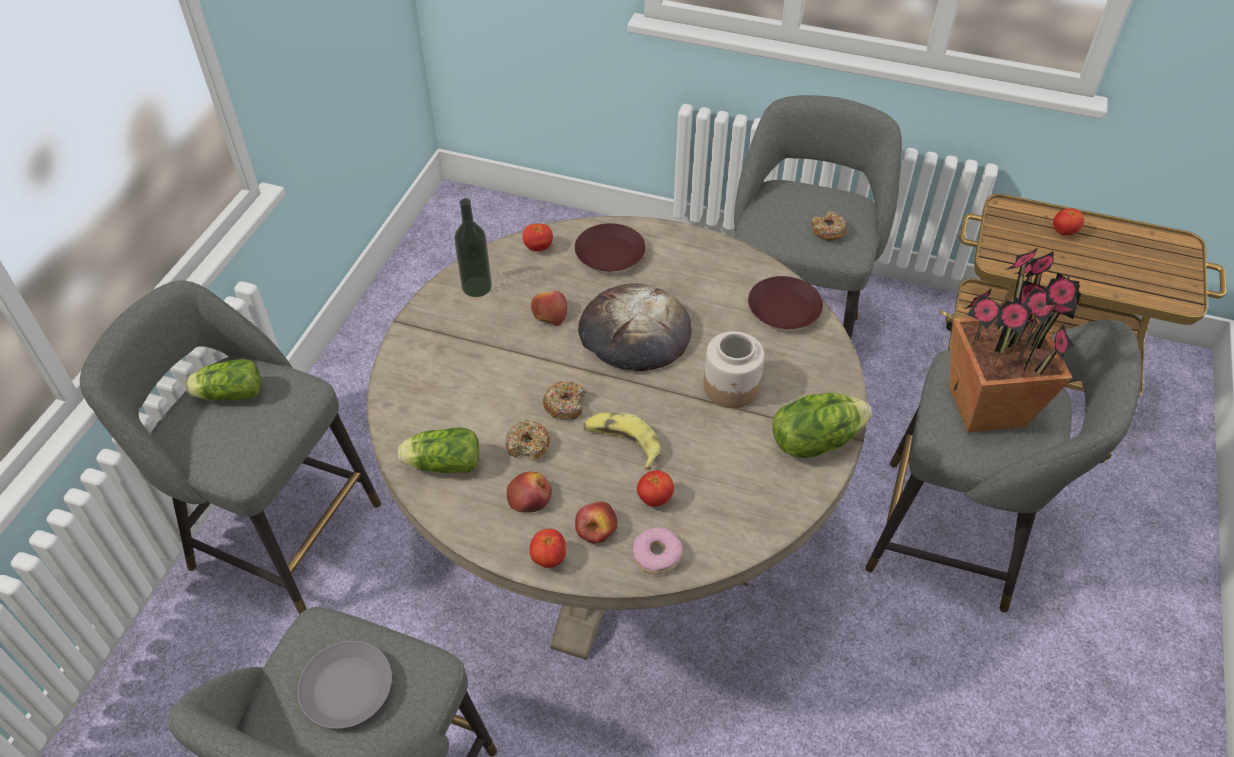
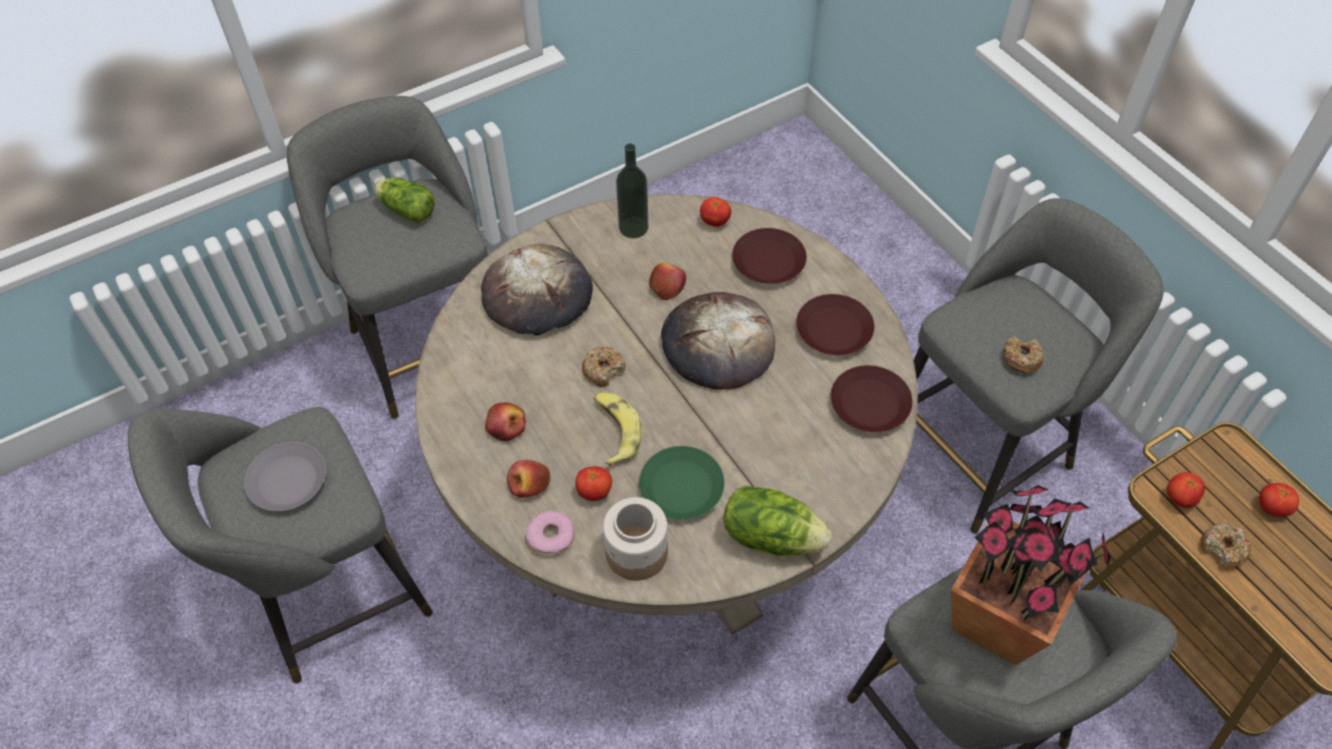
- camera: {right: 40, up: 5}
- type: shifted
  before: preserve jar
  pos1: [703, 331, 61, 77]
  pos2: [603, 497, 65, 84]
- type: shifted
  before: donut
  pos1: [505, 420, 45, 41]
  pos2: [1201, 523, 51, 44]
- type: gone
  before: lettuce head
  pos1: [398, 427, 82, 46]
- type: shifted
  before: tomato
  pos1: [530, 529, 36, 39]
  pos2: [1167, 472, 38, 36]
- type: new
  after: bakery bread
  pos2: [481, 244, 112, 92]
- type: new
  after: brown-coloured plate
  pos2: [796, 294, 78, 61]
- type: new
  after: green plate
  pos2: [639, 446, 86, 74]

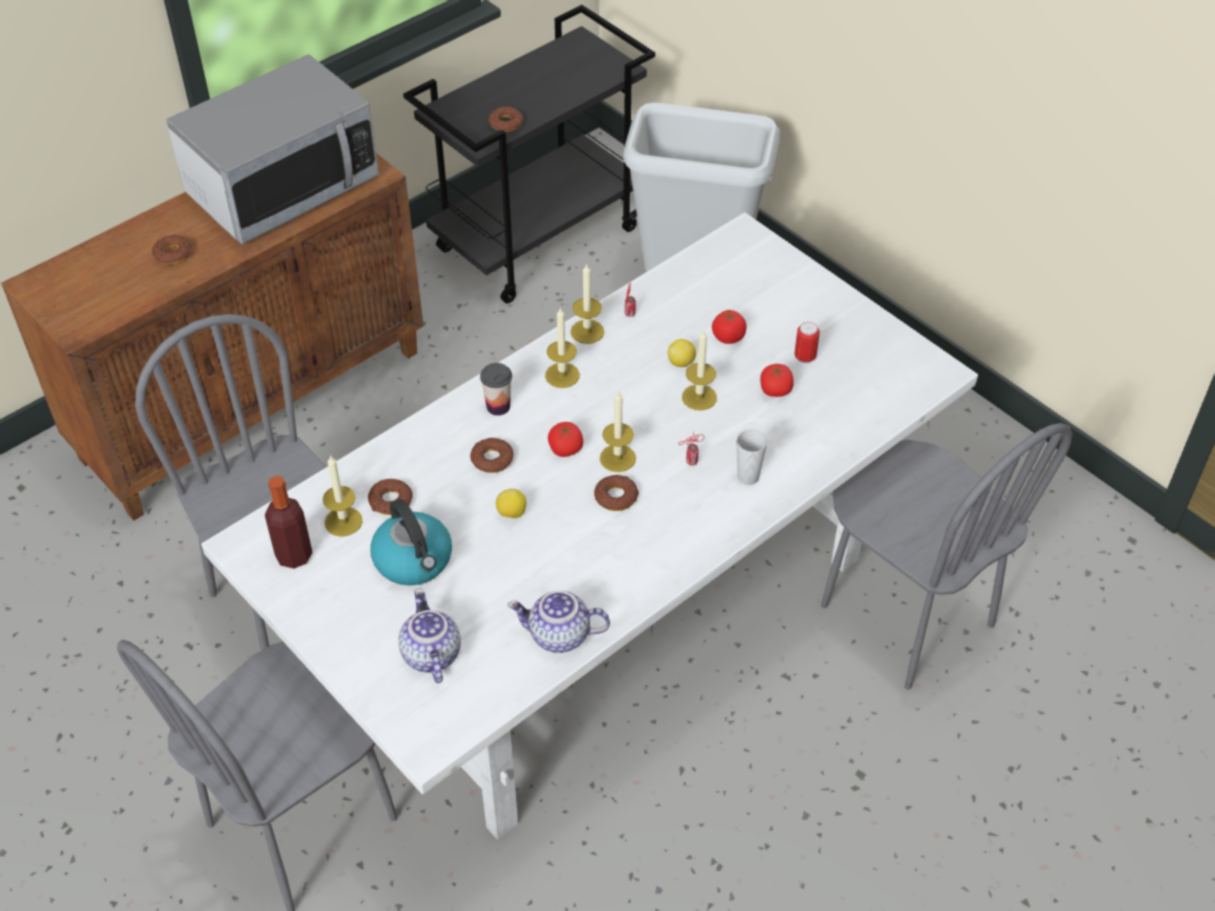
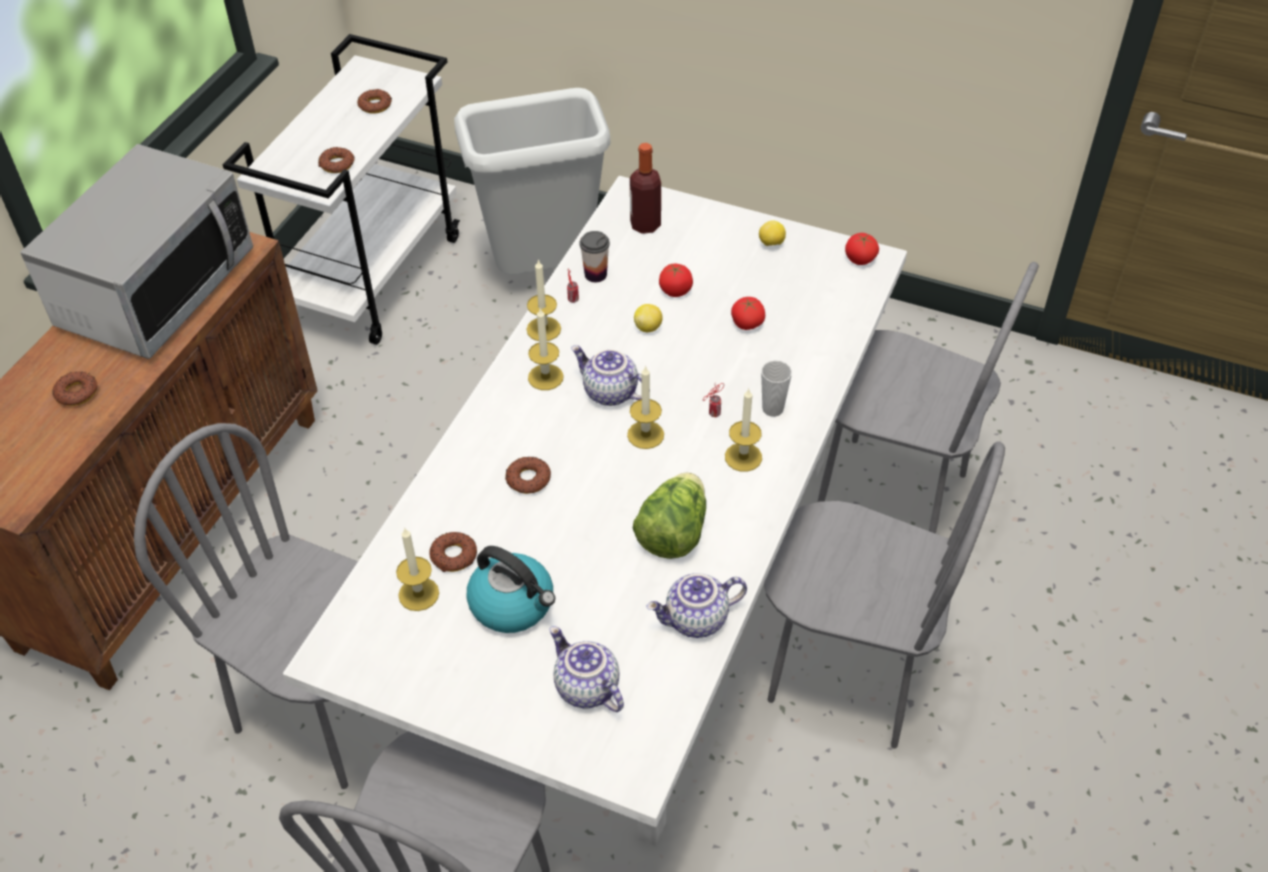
- camera: {right: -25, up: 0}
- type: repainted
  before: black-coloured trolley
  after: white-coloured trolley
  pos1: [403, 5, 252, 299]
  pos2: [223, 34, 237, 311]
- type: gone
  before: sealed can
  pos1: [795, 322, 25, 42]
- type: shifted
  before: candle
  pos1: [682, 329, 35, 81]
  pos2: [725, 388, 37, 84]
- type: shifted
  before: small cup
  pos1: [480, 363, 32, 53]
  pos2: [580, 231, 30, 51]
- type: shifted
  before: tomato
  pos1: [548, 422, 35, 35]
  pos2: [845, 233, 34, 32]
- type: shifted
  before: donut
  pos1: [594, 475, 45, 36]
  pos2: [357, 89, 35, 25]
- type: shifted
  before: beverage bottle
  pos1: [265, 476, 47, 93]
  pos2: [630, 143, 31, 91]
- type: shifted
  before: whole lemon
  pos1: [496, 489, 30, 29]
  pos2: [759, 220, 27, 26]
- type: new
  after: teapot
  pos2: [571, 345, 71, 61]
- type: new
  after: grey plain chair
  pos2: [764, 441, 241, 307]
- type: new
  after: lettuce head
  pos2: [633, 473, 73, 86]

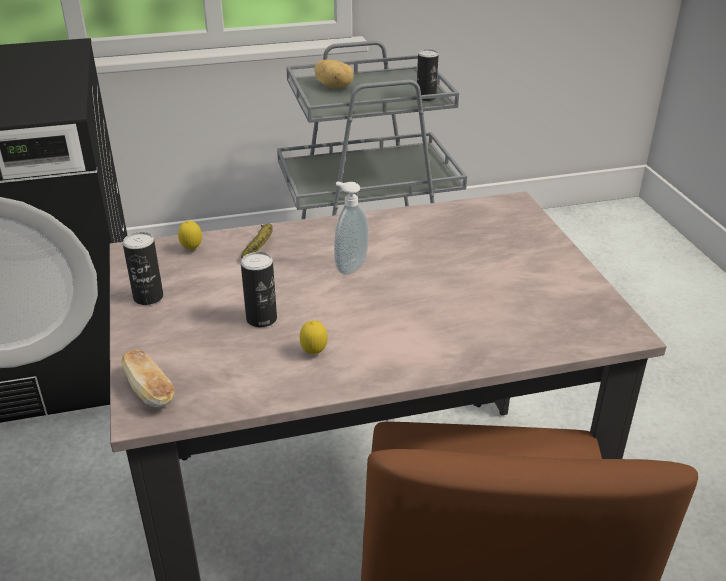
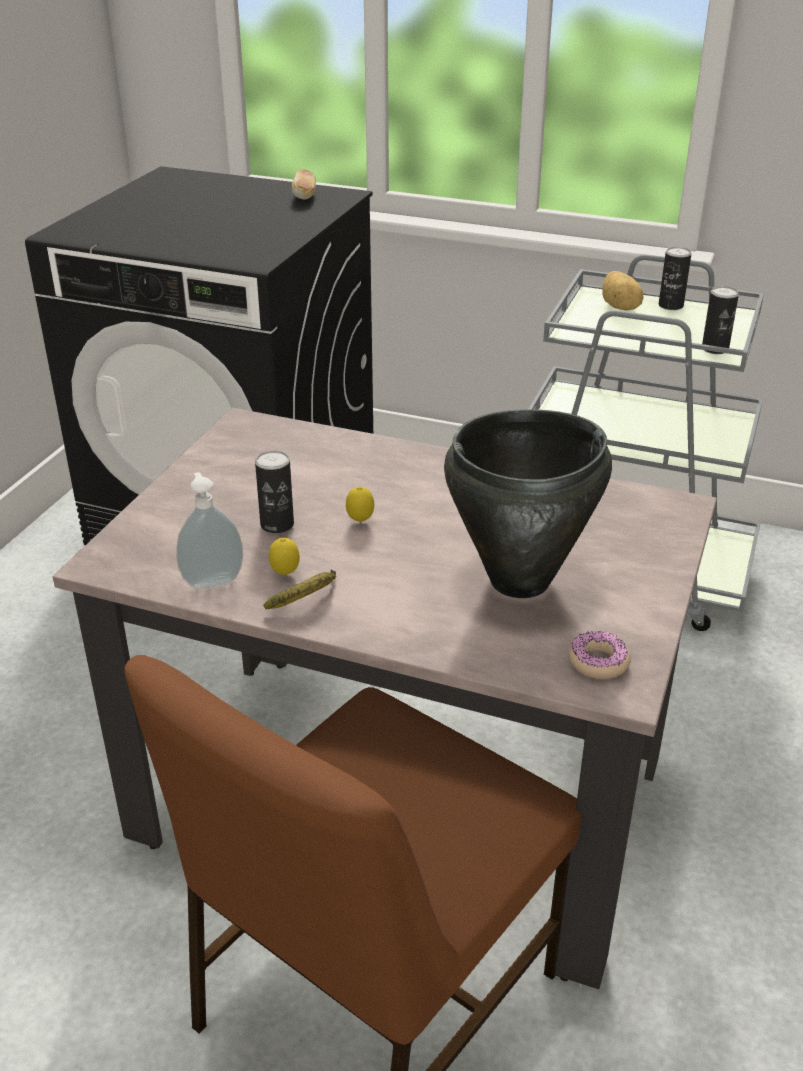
- camera: {right: 35, up: 0}
- type: shifted
  before: soap dispenser
  pos1: [334, 182, 35, 93]
  pos2: [177, 472, 66, 117]
- type: shifted
  before: whole lemon
  pos1: [178, 220, 24, 30]
  pos2: [346, 486, 28, 36]
- type: shifted
  before: banana fruit
  pos1: [241, 224, 32, 34]
  pos2: [263, 570, 73, 39]
- type: shifted
  before: sealed can
  pos1: [123, 232, 40, 73]
  pos2: [659, 247, 32, 63]
- type: shifted
  before: bakery bread
  pos1: [121, 350, 54, 58]
  pos2: [292, 169, 24, 30]
- type: new
  after: black-coloured stockpot
  pos2: [444, 409, 168, 189]
- type: new
  after: donut
  pos2: [569, 631, 62, 48]

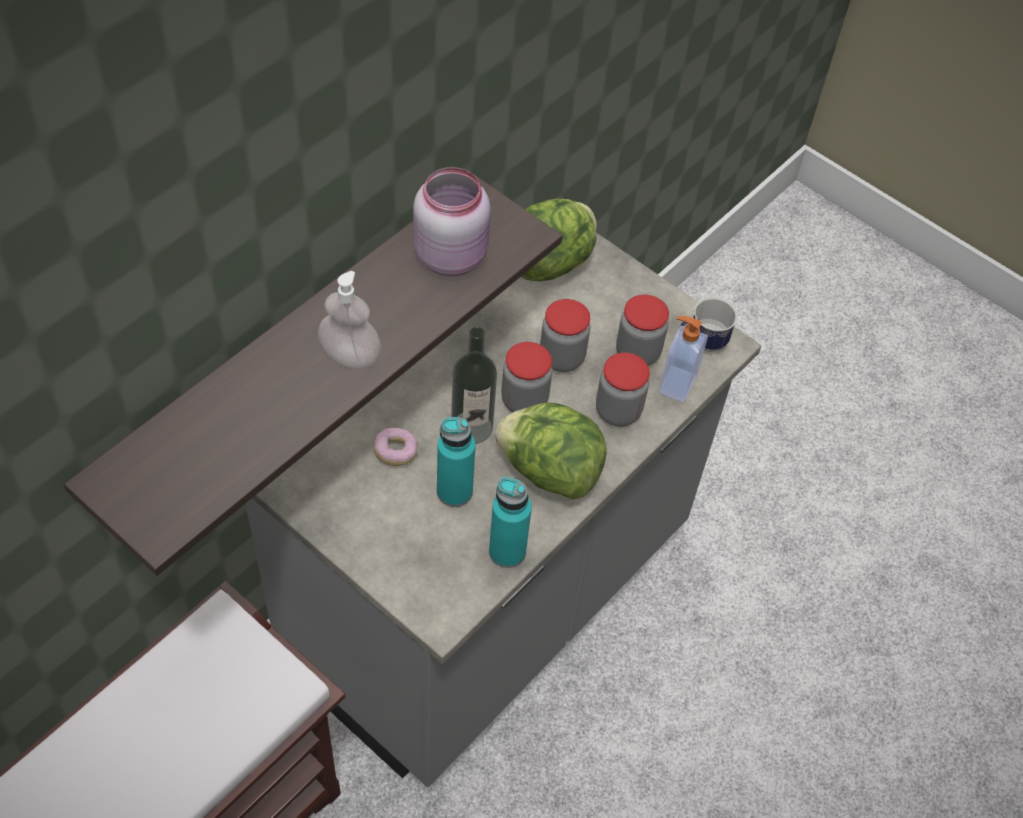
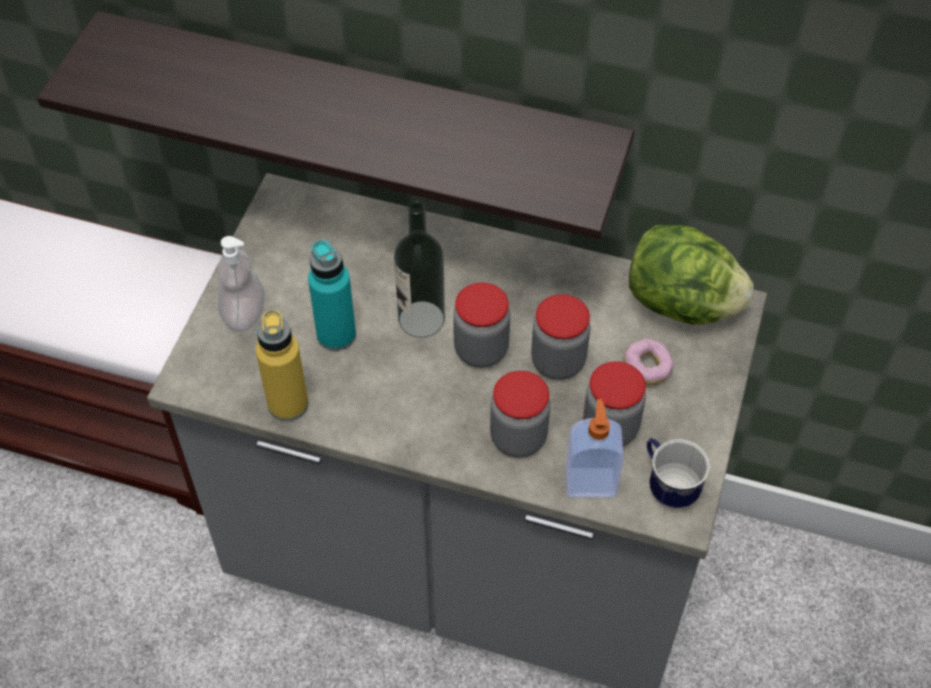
- camera: {right: 70, up: 0}
- type: gone
  before: pinkish preserve jar
  pos1: [413, 167, 78, 110]
- type: shifted
  before: soap dispenser
  pos1: [318, 271, 63, 97]
  pos2: [218, 236, 47, 96]
- type: gone
  before: lettuce head
  pos1: [495, 403, 112, 96]
- type: shifted
  before: donut
  pos1: [374, 428, 44, 38]
  pos2: [623, 339, 51, 47]
- type: repainted
  before: blue-green beverage bottle
  after: yellow-coloured beverage bottle
  pos1: [489, 477, 43, 91]
  pos2: [256, 310, 52, 111]

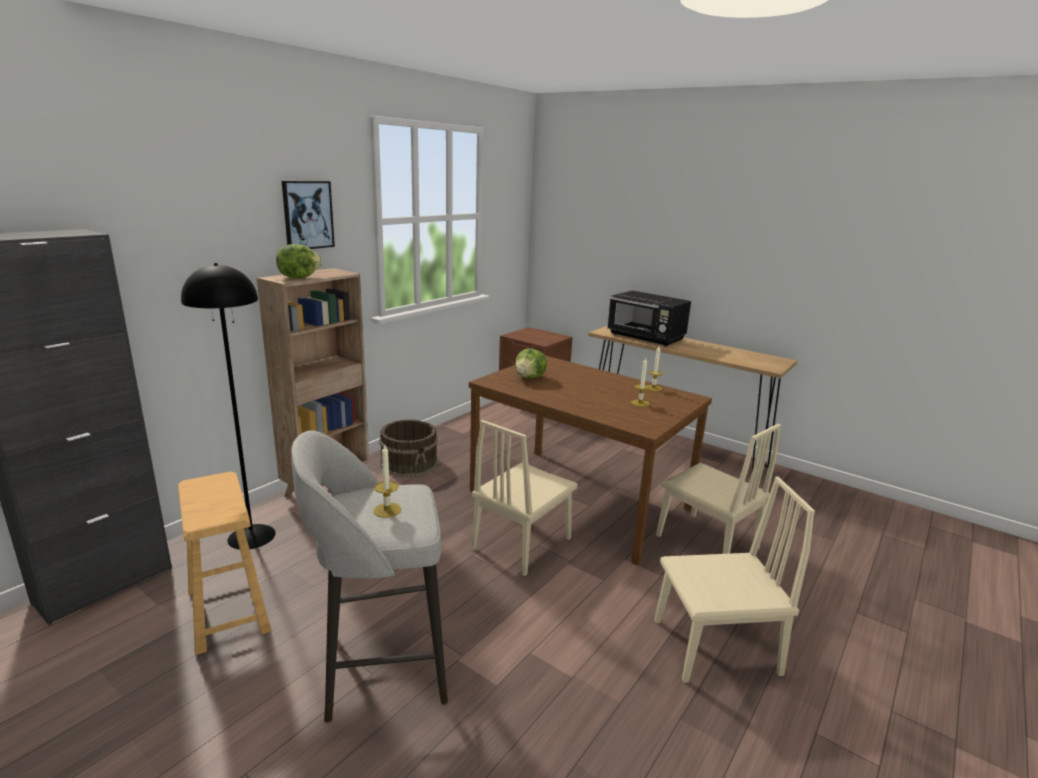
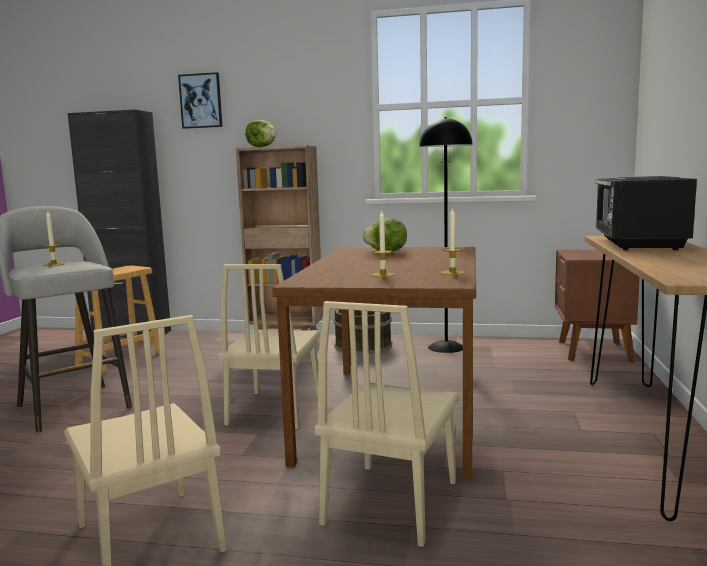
- camera: {right: 65, up: -10}
- type: shifted
  before: wall art
  pos1: [282, 181, 53, 68]
  pos2: [178, 72, 44, 57]
- type: shifted
  before: black-coloured floor lamp
  pos1: [181, 263, 95, 287]
  pos2: [419, 117, 53, 236]
- type: rotated
  before: sand-coloured plain chair
  pos1: [471, 420, 107, 156]
  pos2: [219, 264, 101, 165]
  turn: -90

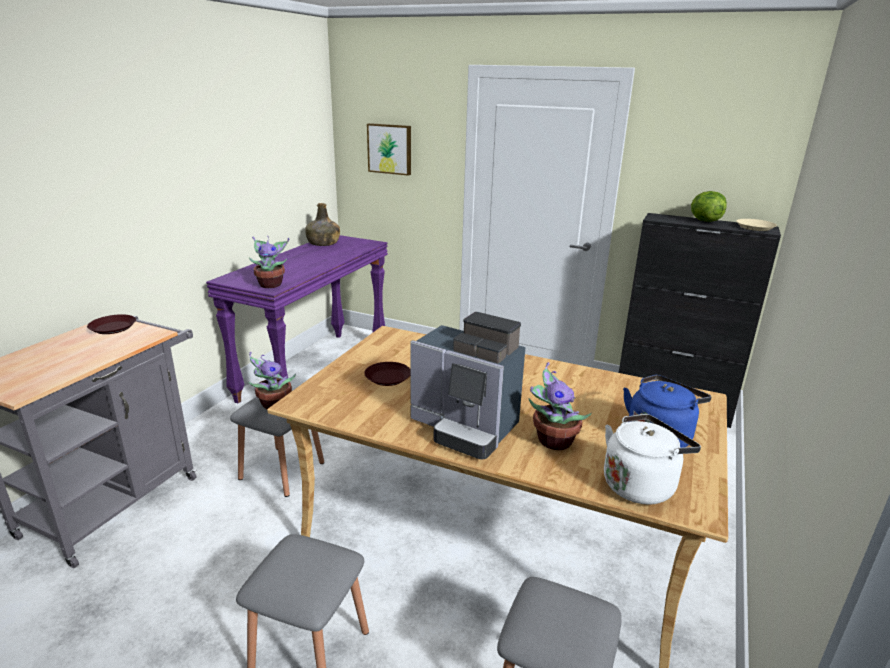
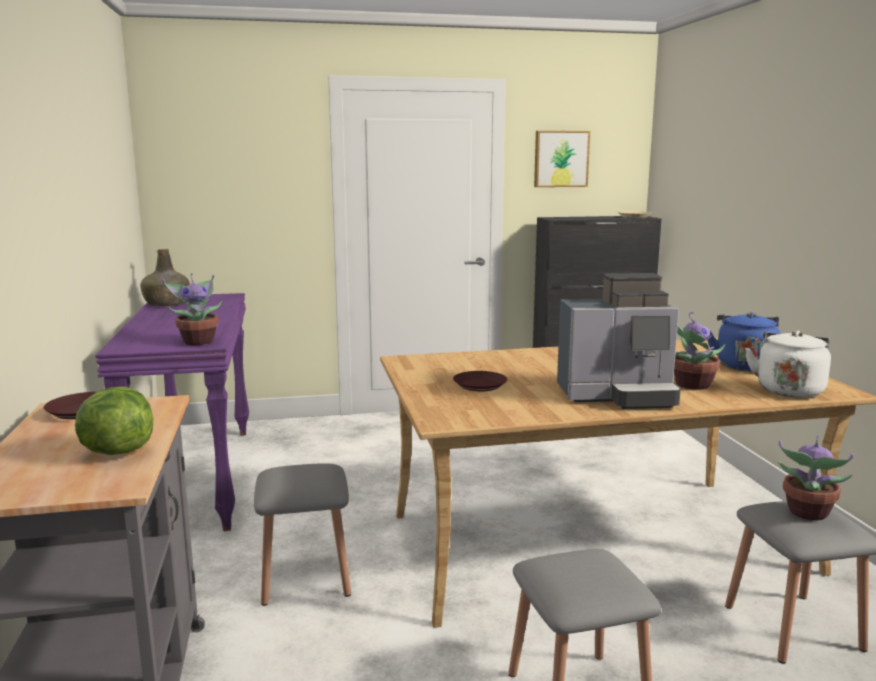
- camera: {right: -35, up: -10}
- type: shifted
  before: wall art
  pos1: [367, 123, 44, 53]
  pos2: [534, 131, 56, 56]
- type: shifted
  before: lettuce head
  pos1: [691, 191, 36, 31]
  pos2: [75, 387, 78, 68]
- type: shifted
  before: houseplant
  pos1: [248, 352, 48, 57]
  pos2: [778, 435, 76, 86]

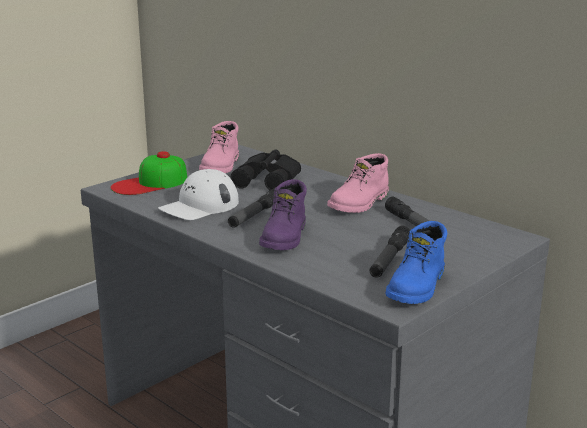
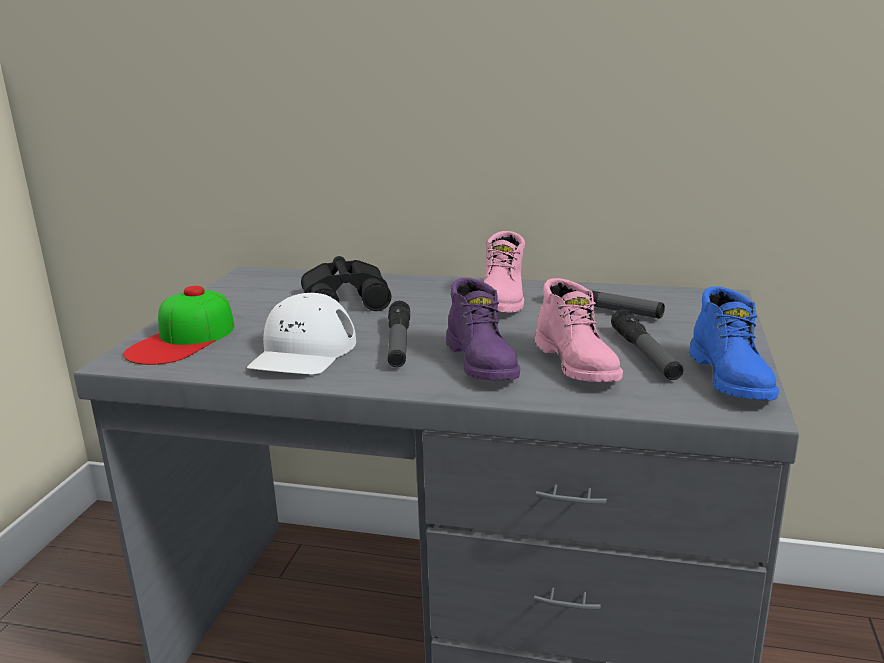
- camera: {right: -30, up: 0}
- type: shifted
  before: pinkish tall boot
  pos1: [199, 121, 40, 52]
  pos2: [535, 278, 88, 104]

